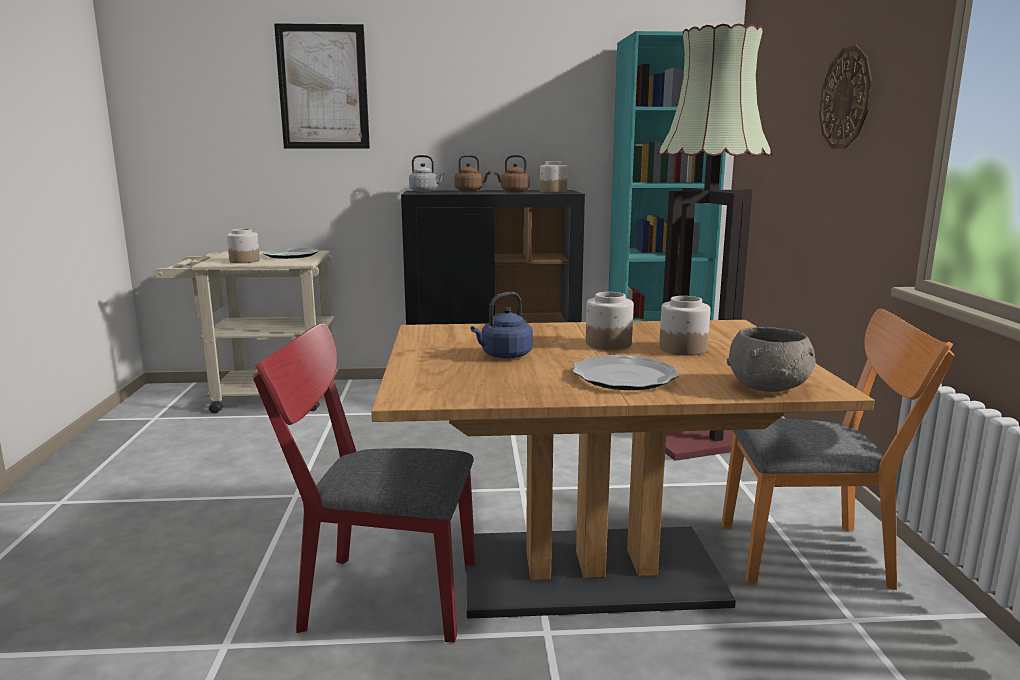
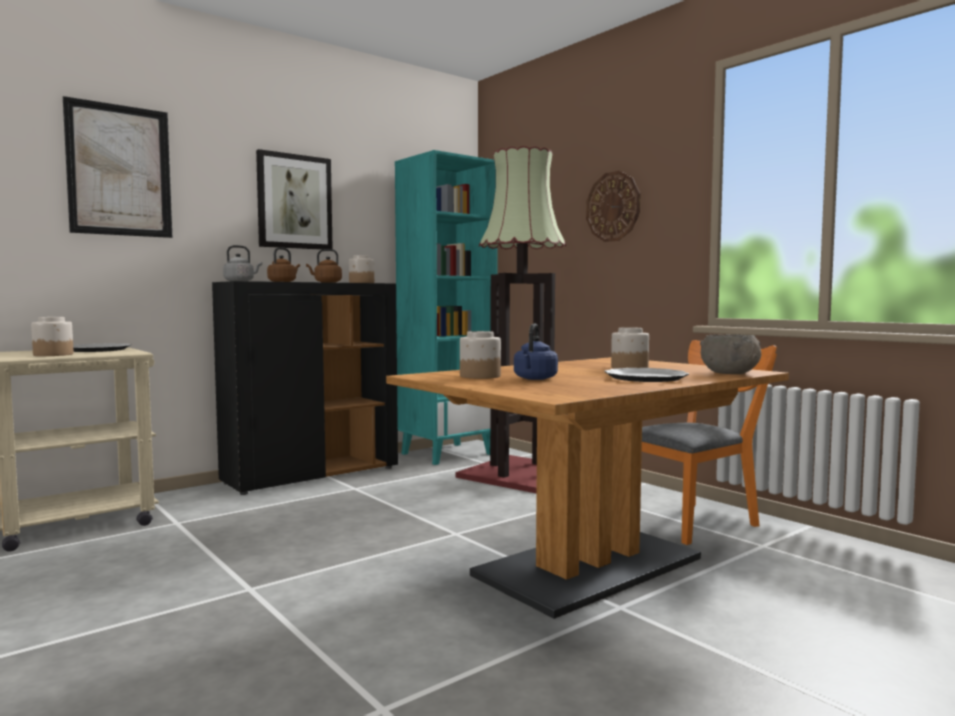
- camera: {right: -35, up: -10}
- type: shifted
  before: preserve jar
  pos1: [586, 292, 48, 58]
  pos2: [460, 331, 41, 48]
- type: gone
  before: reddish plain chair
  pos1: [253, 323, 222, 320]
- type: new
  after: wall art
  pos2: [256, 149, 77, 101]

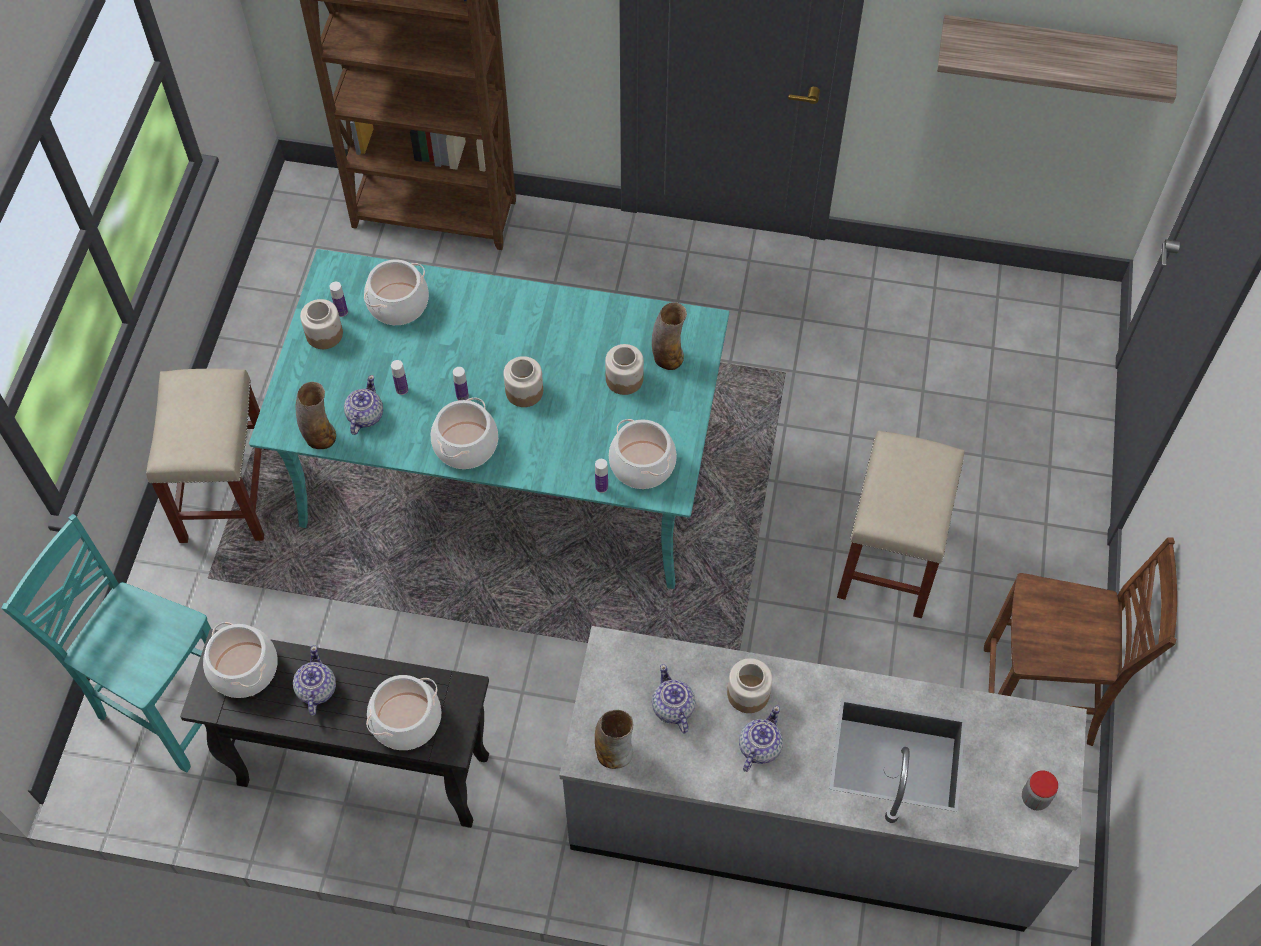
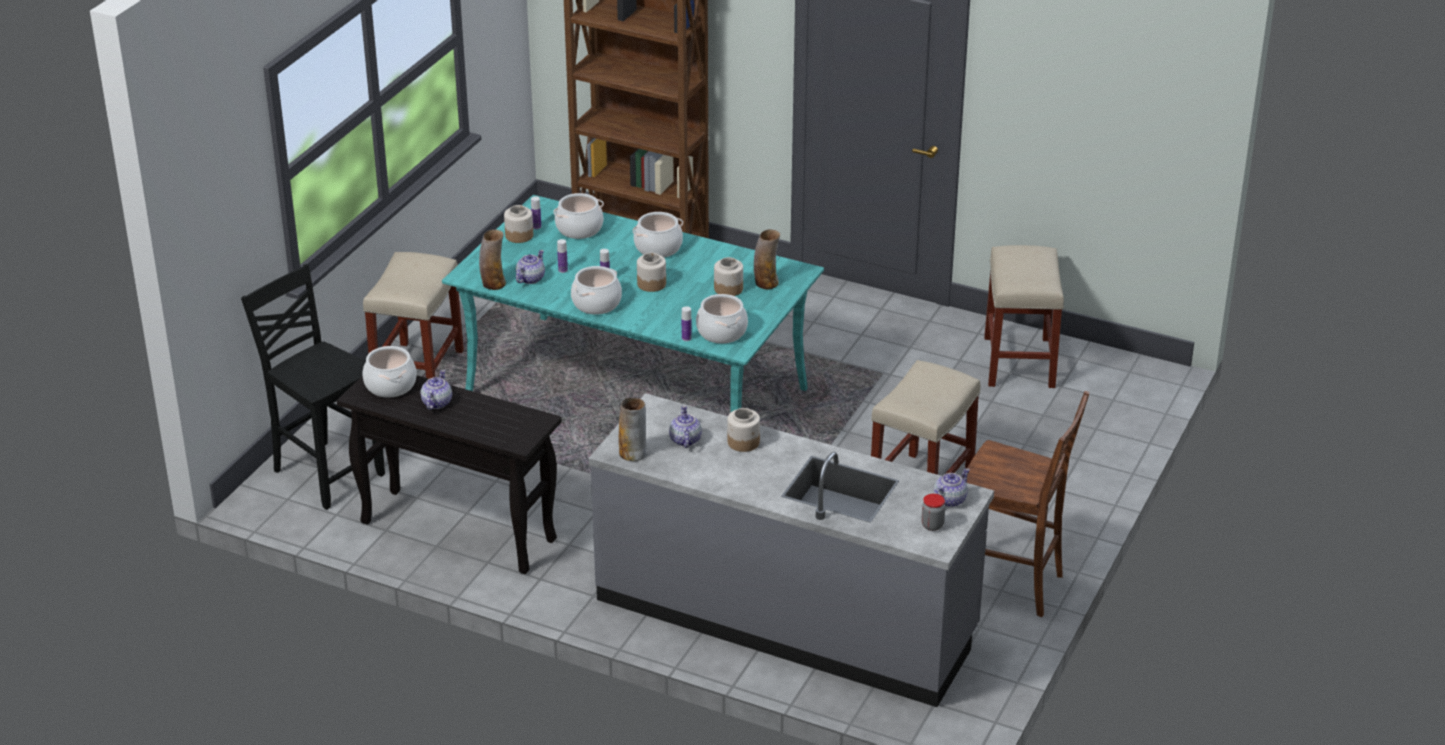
- camera: {right: 15, up: -25}
- type: gone
  before: wall shelf
  pos1: [937, 15, 240, 89]
- type: repainted
  before: blue-green plain chair
  after: black-coloured plain chair
  pos1: [1, 514, 210, 258]
  pos2: [241, 264, 144, 246]
- type: shifted
  before: stockpot
  pos1: [366, 675, 75, 75]
  pos2: [633, 212, 50, 46]
- type: shifted
  before: teapot
  pos1: [739, 706, 44, 66]
  pos2: [934, 468, 36, 39]
- type: new
  after: sand-coloured sitting stool
  pos2: [984, 245, 80, 143]

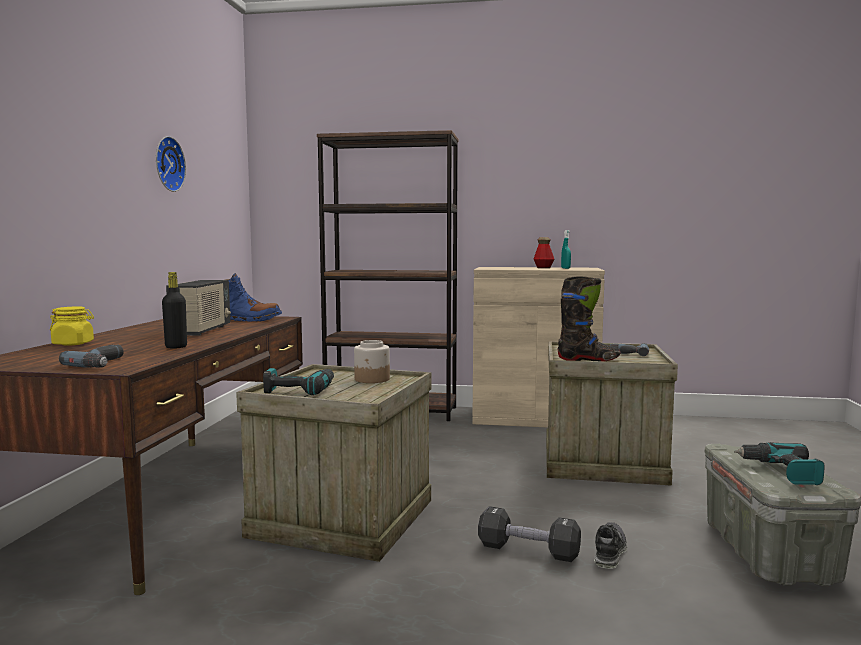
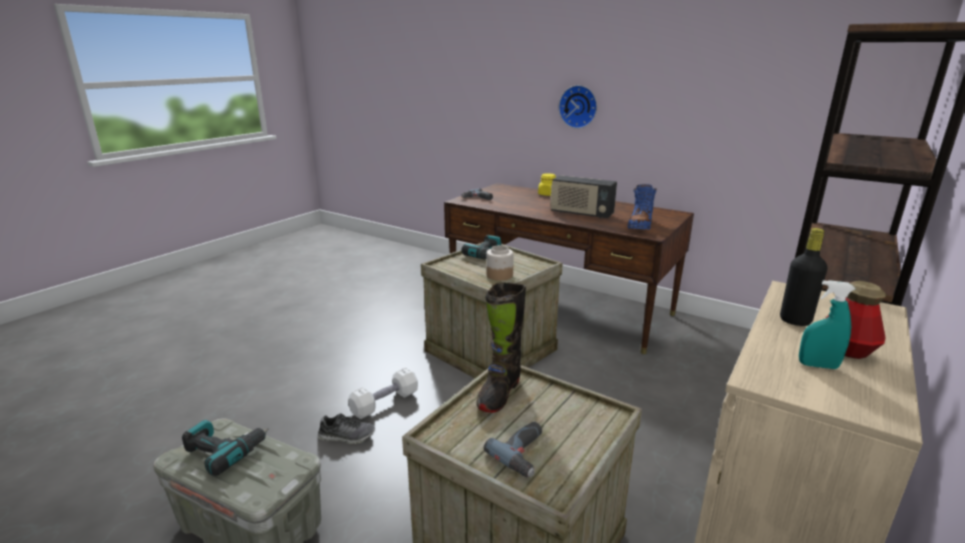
- camera: {right: 115, up: 15}
- type: shifted
  before: clock on the wall
  pos1: [156, 136, 30, 56]
  pos2: [559, 85, 38, 44]
- type: shifted
  before: black-coloured beverage bottle
  pos1: [162, 272, 25, 77]
  pos2: [780, 228, 48, 98]
- type: repainted
  before: black-coloured dumbbell
  after: white-coloured dumbbell
  pos1: [478, 506, 103, 56]
  pos2: [348, 368, 70, 51]
- type: rotated
  before: low shoe
  pos1: [594, 522, 33, 47]
  pos2: [318, 414, 57, 30]
  turn: -45

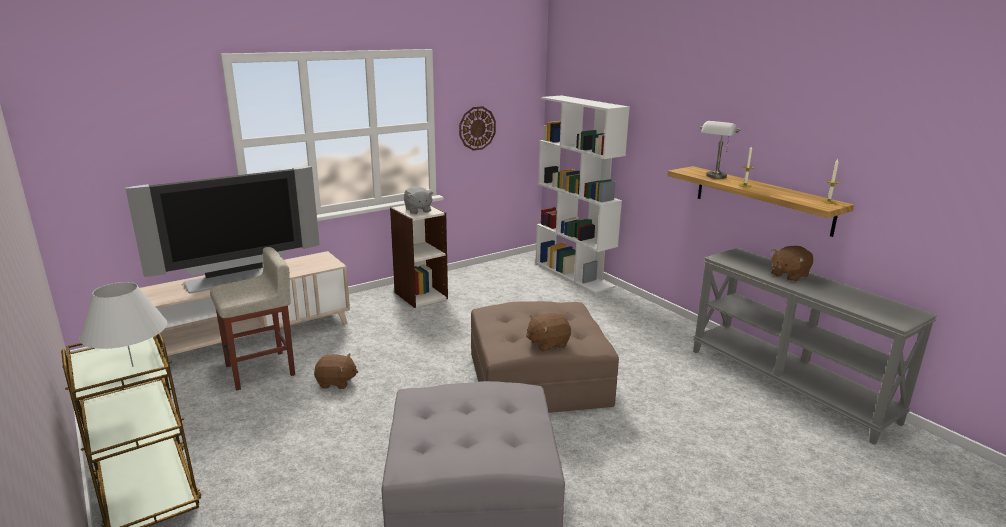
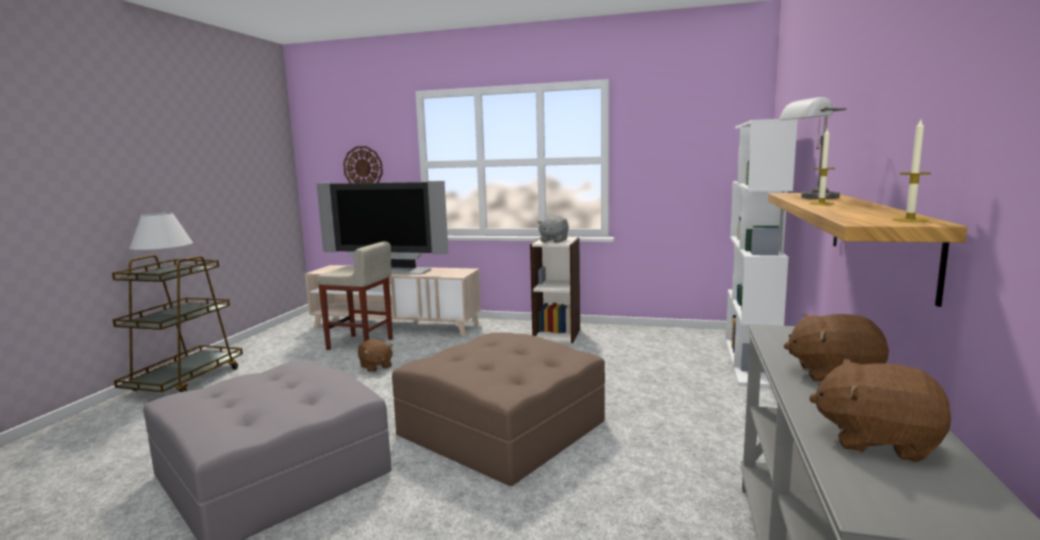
- camera: {right: 50, up: -10}
- type: shifted
  before: clock on the wall
  pos1: [459, 106, 37, 45]
  pos2: [343, 146, 40, 37]
- type: shifted
  before: brown-coloured soft toy
  pos1: [526, 313, 45, 39]
  pos2: [809, 359, 142, 103]

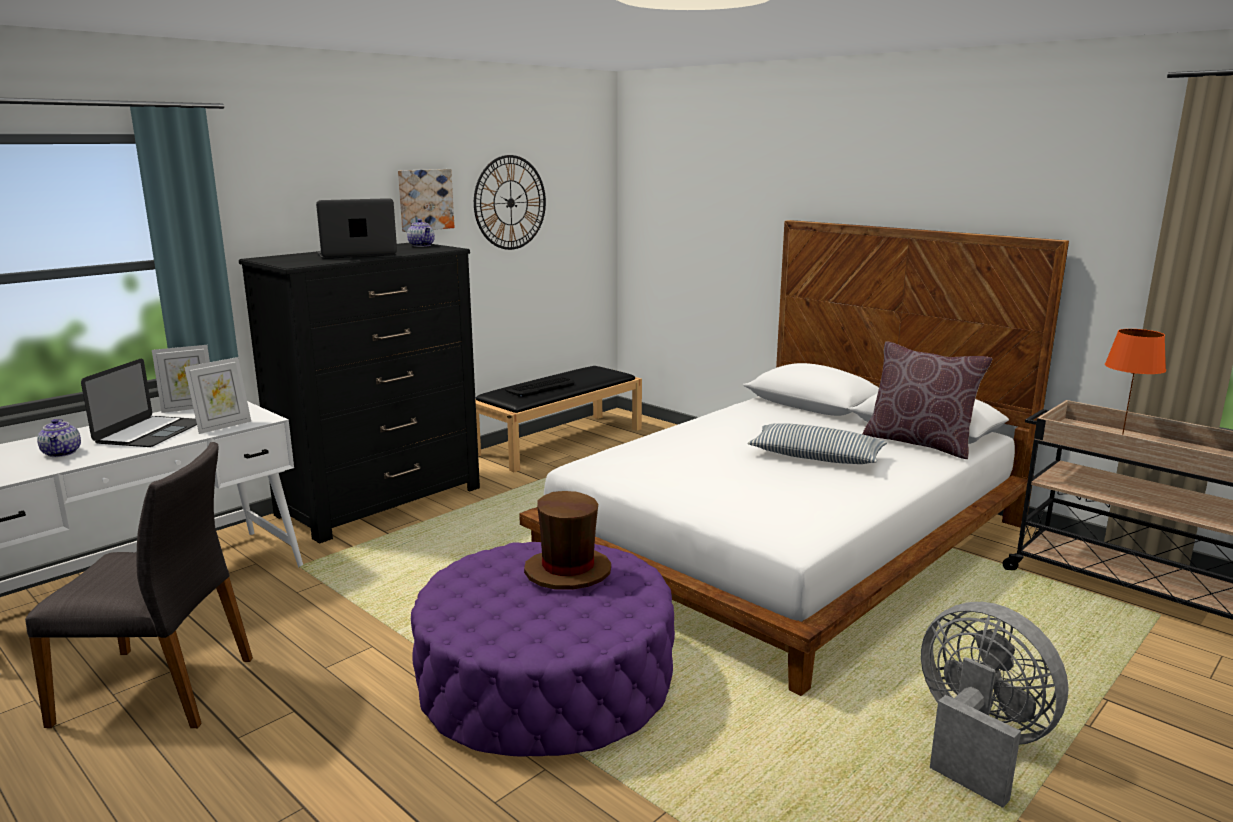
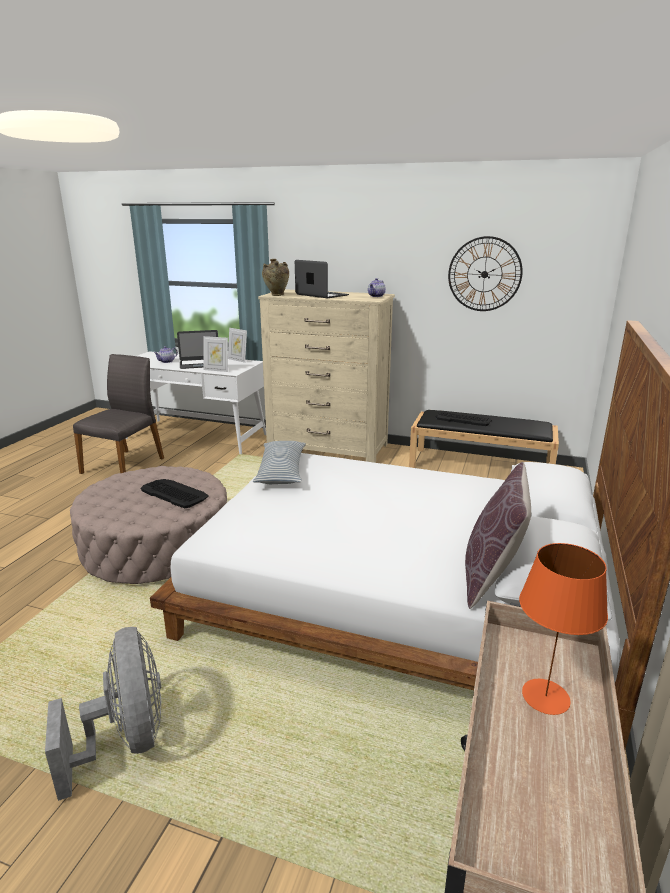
- camera: {right: 65, up: 5}
- type: gone
  before: wall art
  pos1: [398, 169, 56, 63]
- type: repainted
  before: black-coloured chest of drawers
  after: sand-coloured chest of drawers
  pos1: [239, 243, 241, 300]
  pos2: [258, 289, 137, 174]
- type: shifted
  before: cushion
  pos1: [748, 423, 139, 41]
  pos2: [253, 441, 53, 43]
- type: rotated
  before: grey plain chair
  pos1: [25, 442, 228, 286]
  pos2: [73, 354, 91, 120]
  turn: -135
- type: swapped
  before: brown-coloured wearable hat
  after: PC keyboard
  pos1: [524, 491, 87, 99]
  pos2: [141, 479, 68, 29]
- type: repainted
  before: purplish ottoman
  after: sand-coloured ottoman
  pos1: [411, 542, 264, 215]
  pos2: [70, 466, 157, 118]
- type: rotated
  before: grey cooling fan
  pos1: [921, 602, 148, 206]
  pos2: [45, 627, 116, 174]
  turn: -45
- type: new
  after: sand-coloured decorative vase
  pos2: [262, 259, 27, 37]

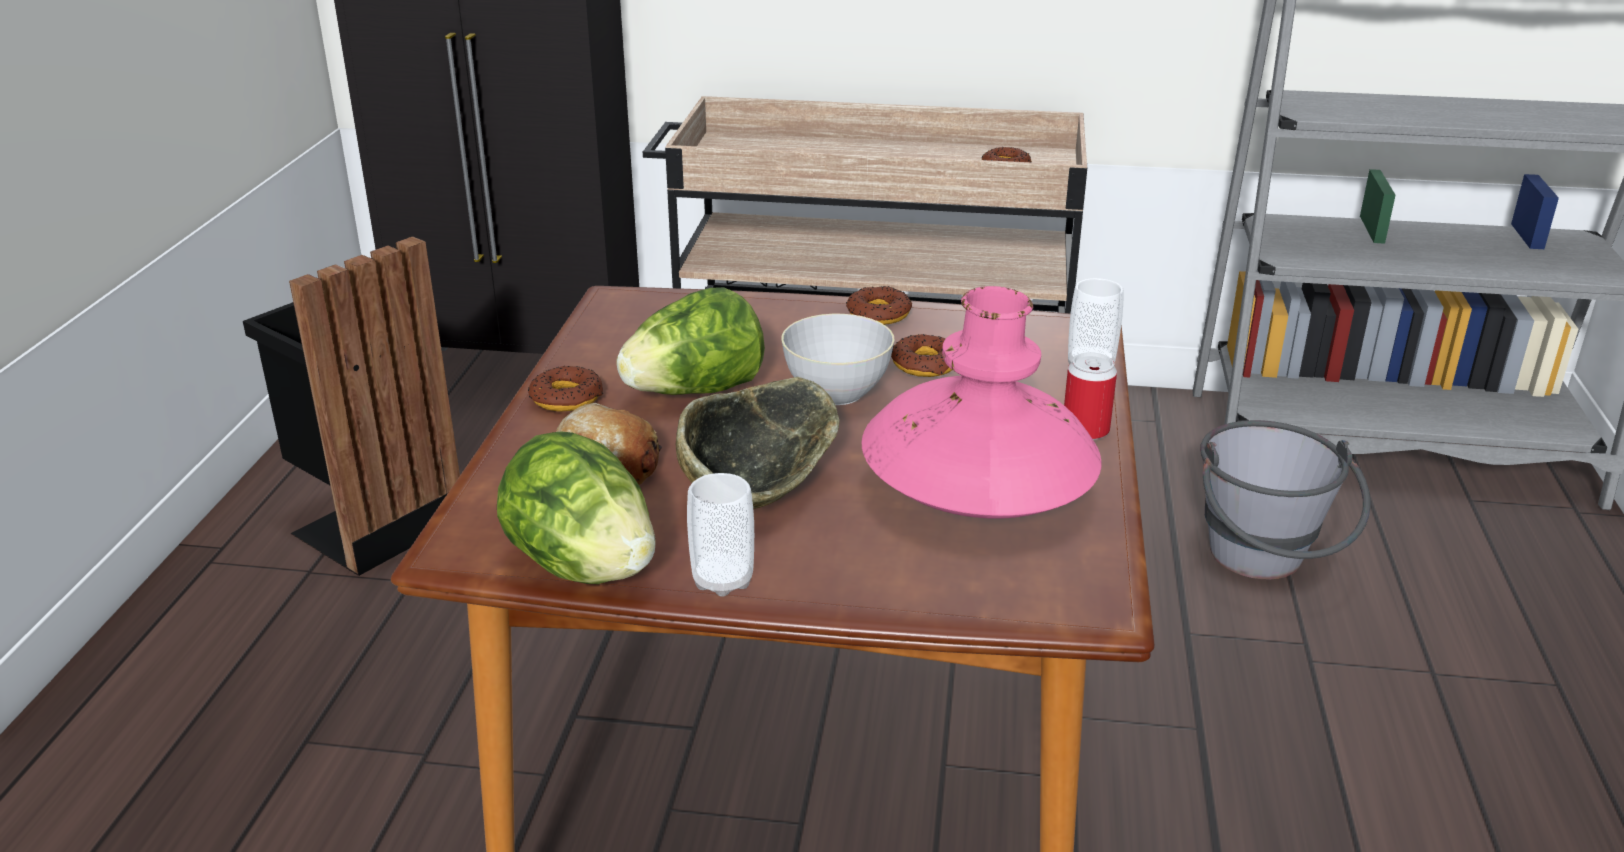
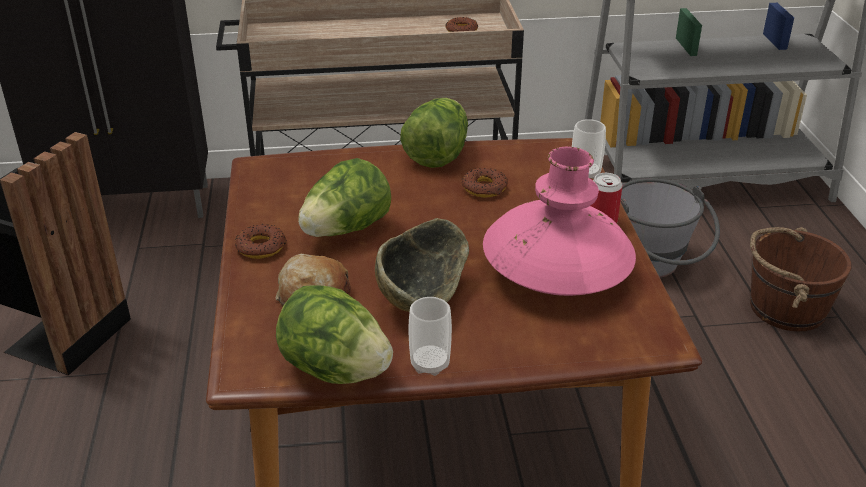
- camera: {right: -15, up: 5}
- type: swapped
  before: donut
  after: lettuce head
  pos1: [846, 286, 66, 39]
  pos2: [400, 98, 68, 70]
- type: gone
  before: grey deep dish
  pos1: [781, 314, 114, 91]
- type: new
  after: brown-coloured water bucket
  pos2: [750, 227, 102, 104]

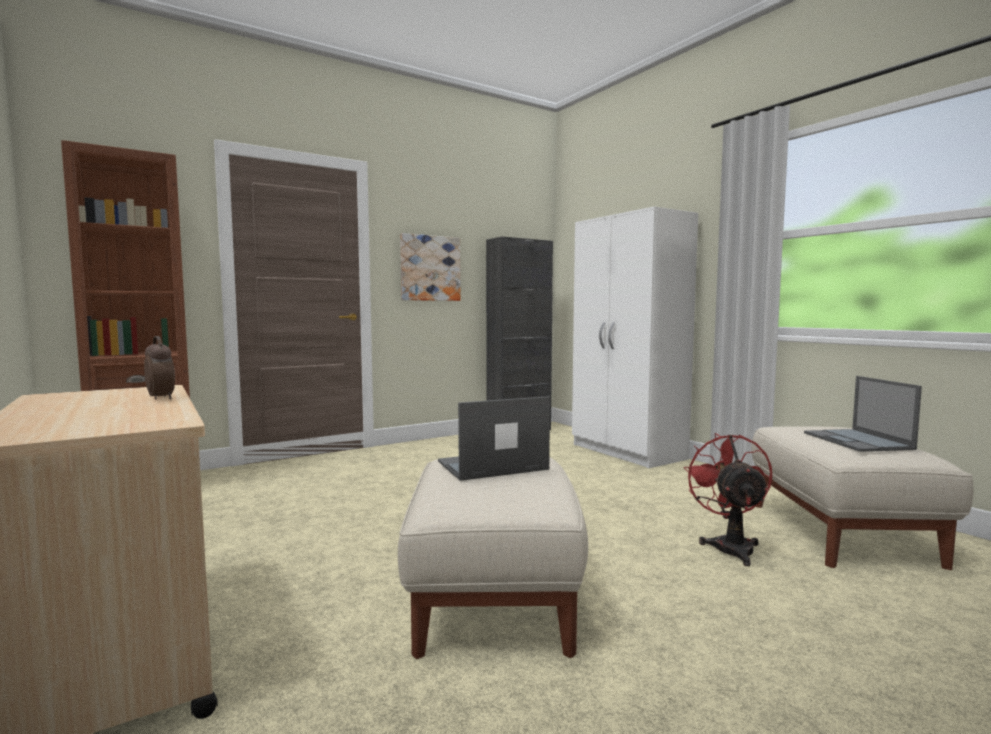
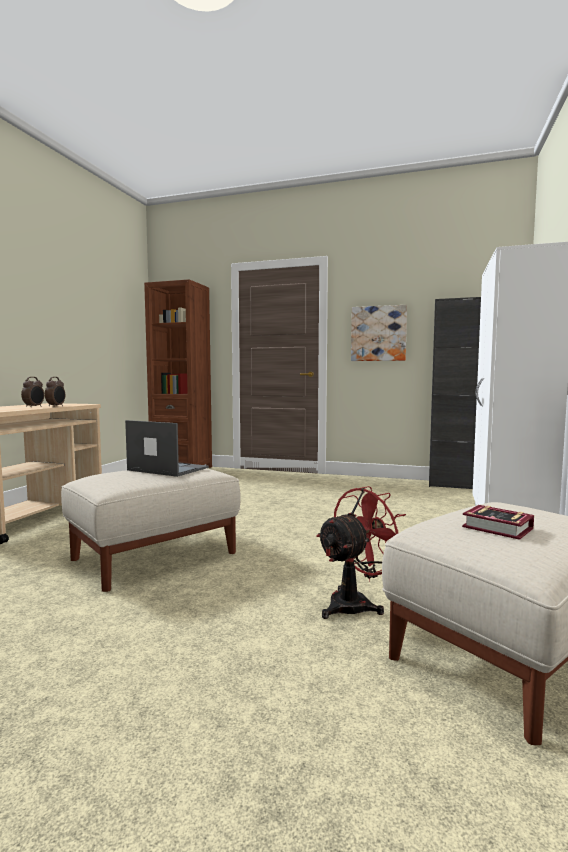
- camera: {right: 50, up: 0}
- type: swapped
  before: laptop
  after: volume
  pos1: [804, 376, 118, 76]
  pos2: [462, 505, 72, 35]
- type: new
  after: table clock
  pos2: [21, 377, 23, 30]

